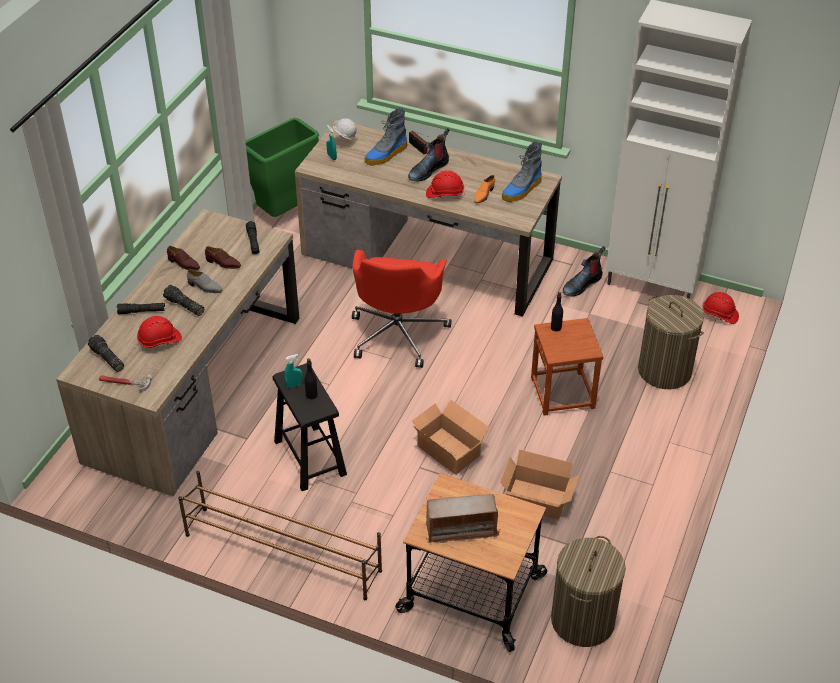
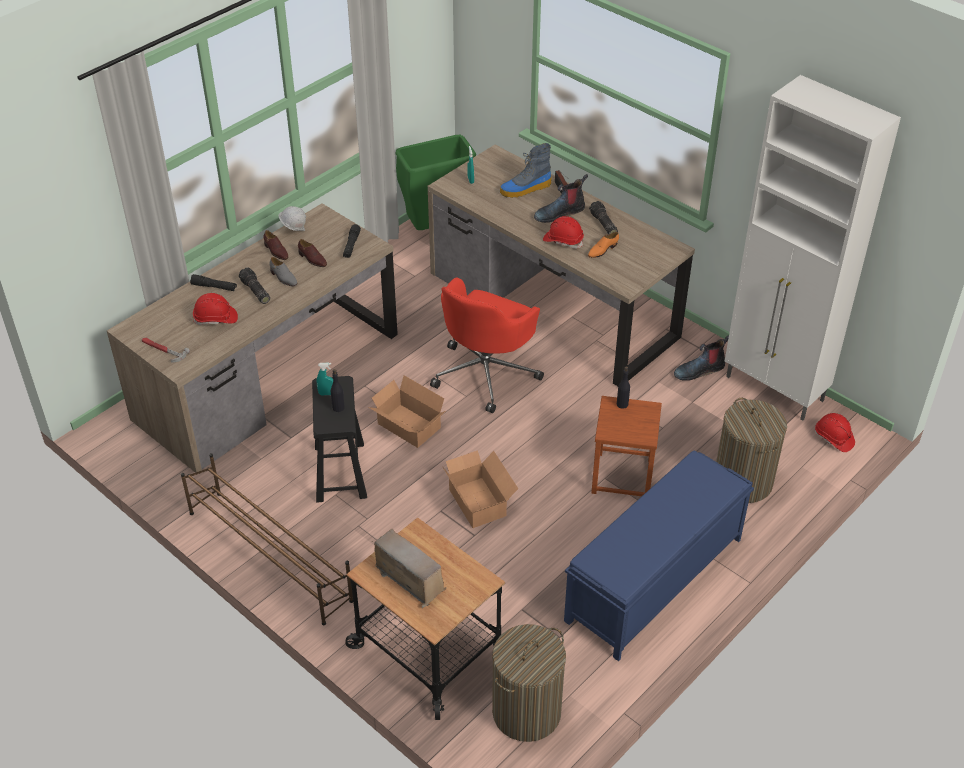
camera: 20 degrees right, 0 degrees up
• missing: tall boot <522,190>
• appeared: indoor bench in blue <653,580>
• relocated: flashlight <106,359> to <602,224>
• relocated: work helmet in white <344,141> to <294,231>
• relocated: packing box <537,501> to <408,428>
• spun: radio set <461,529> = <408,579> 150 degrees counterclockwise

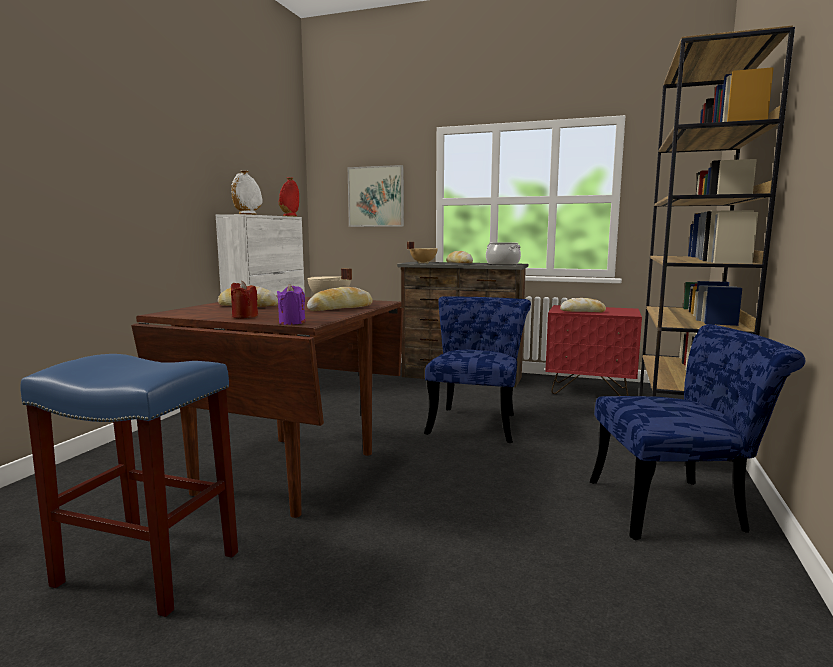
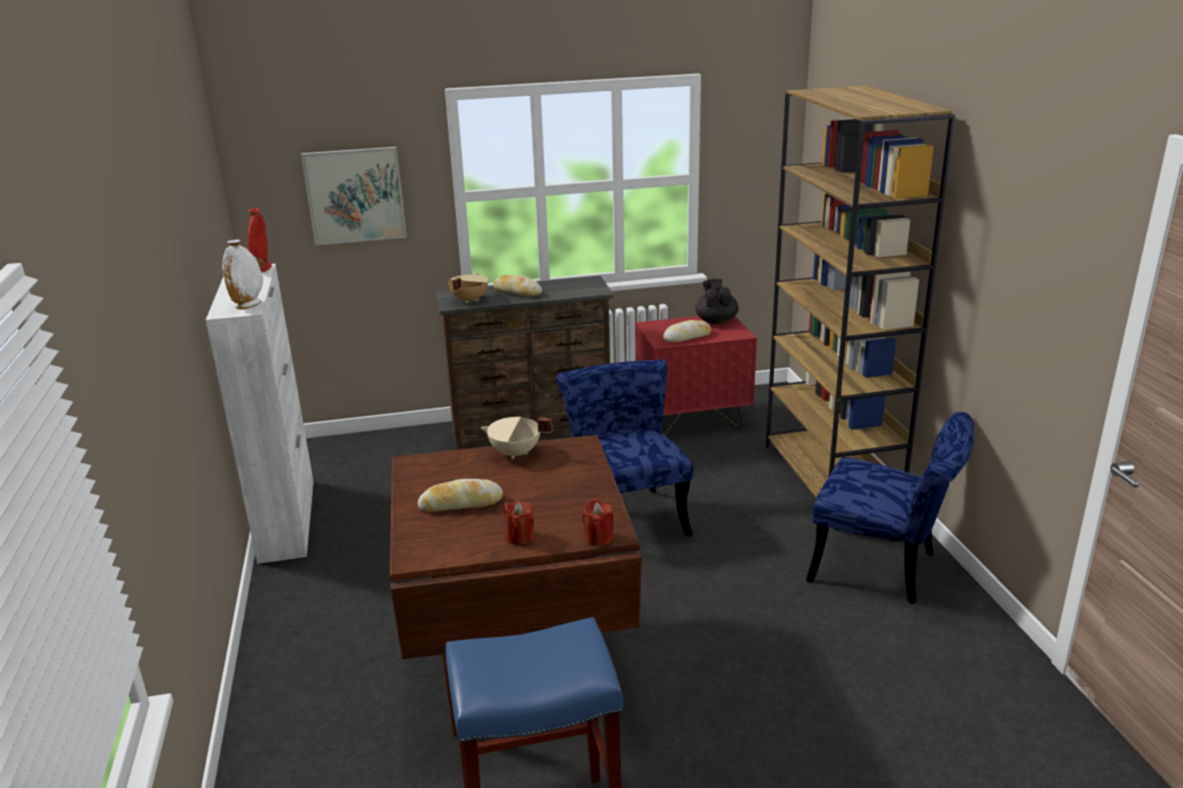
camera: 30 degrees left, 15 degrees up
• missing: bread <340,308>
• missing: stockpot <502,264>
• appeared: tea pot in black-coloured <716,321>
• colour: wax light in purple <292,322> to wax light in red <598,538>
• spun: upright chair in blue <678,507> = <884,569> 60 degrees clockwise

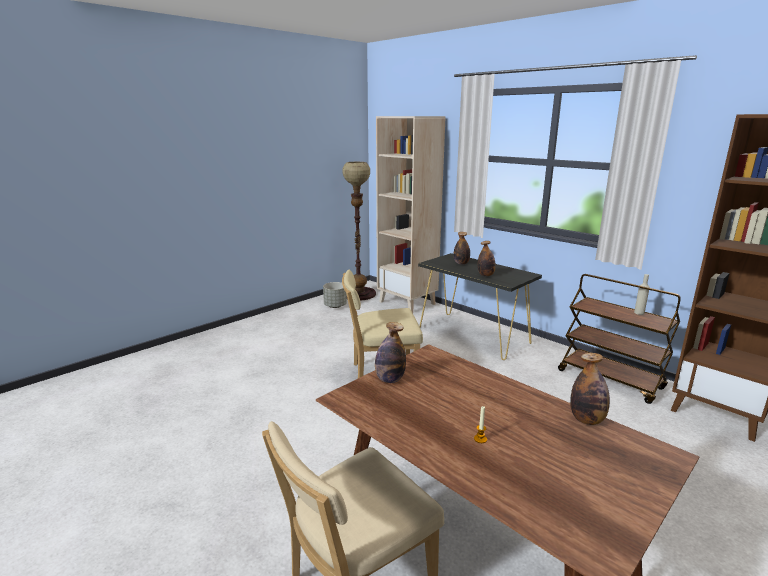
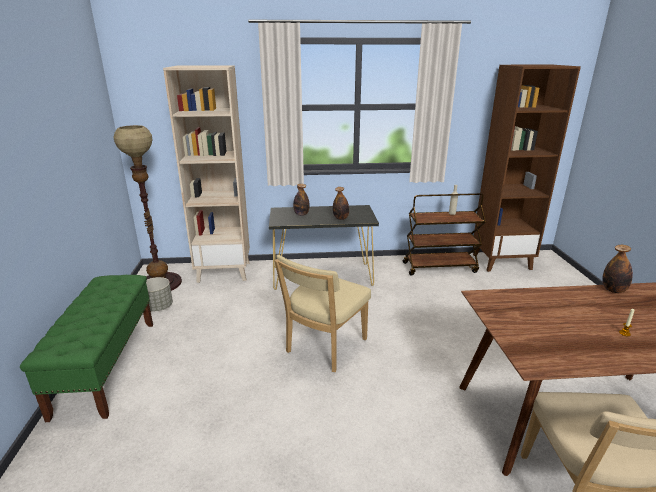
camera: 50 degrees left, 5 degrees up
• missing: beverage bottle <389,379>
• appeared: indoor bench in greenish <107,365>

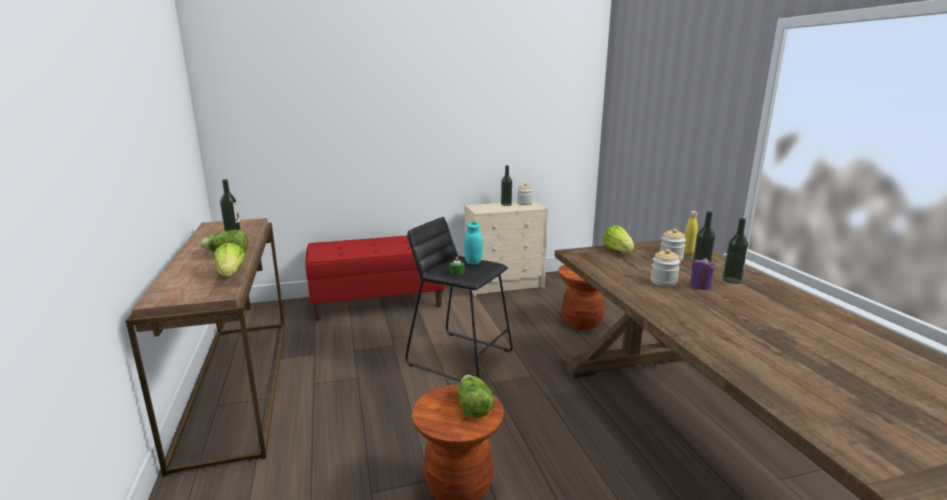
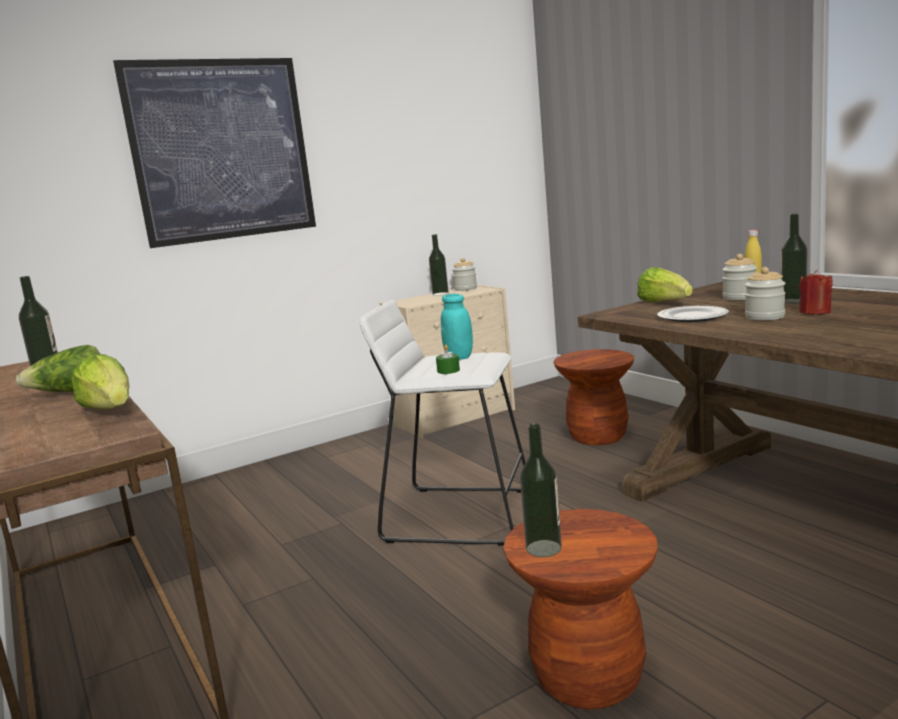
camera: 15 degrees left, 5 degrees down
• missing: indoor bench in red <378,302>
• missing: head of lettuce <473,407>
• appeared: wall picture <222,150>
• appeared: plate <693,317>
• relocated: beverage bottle <732,280> to <543,548>
• colour: stool in black-coloured <460,357> to stool in white <459,514>
• colour: wax light in purple <700,286> to wax light in red <815,312>

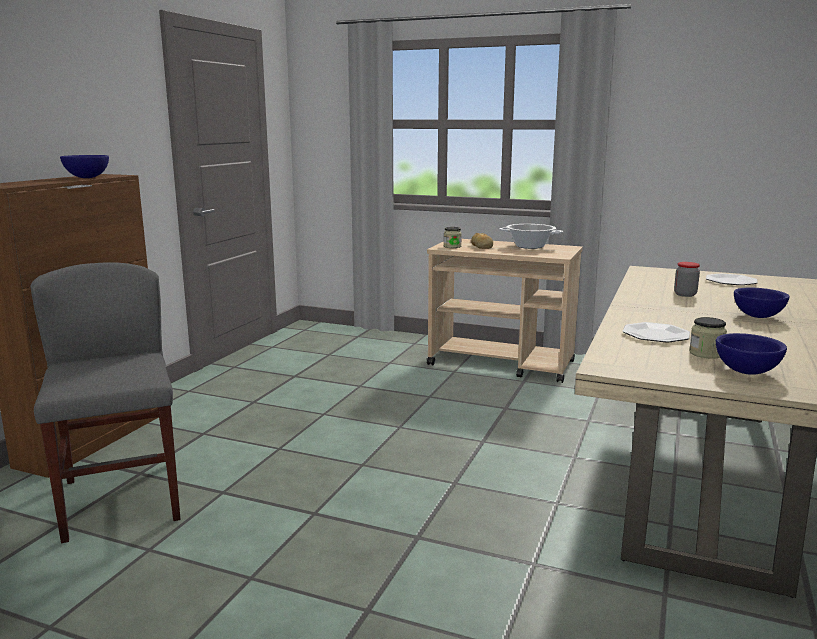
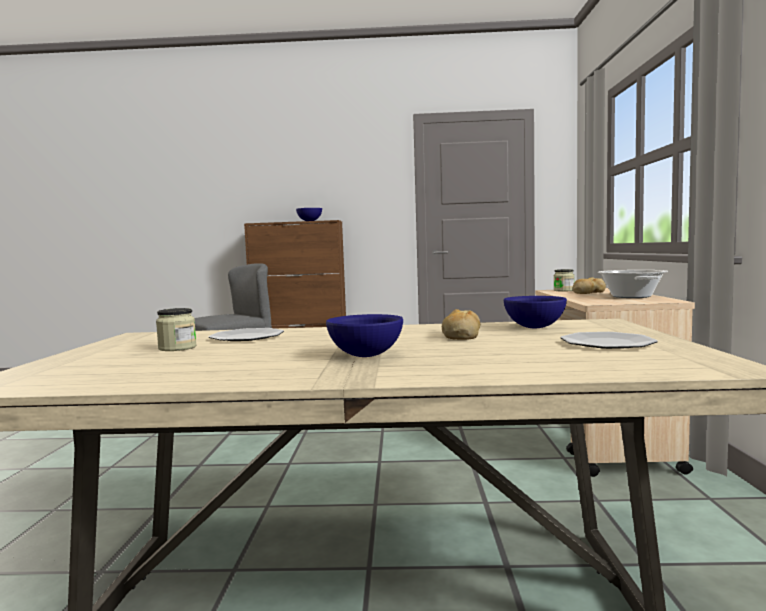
camera: 70 degrees right, 10 degrees down
• relocated: serving bowl in blue <745,372> to <533,327>
• exchanged: jar <685,294> to bread <461,335>

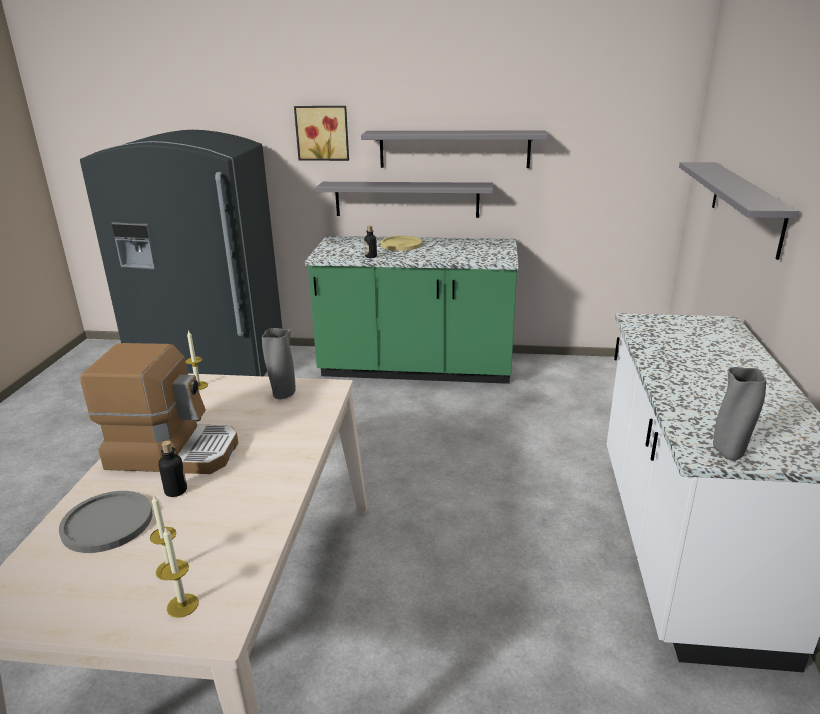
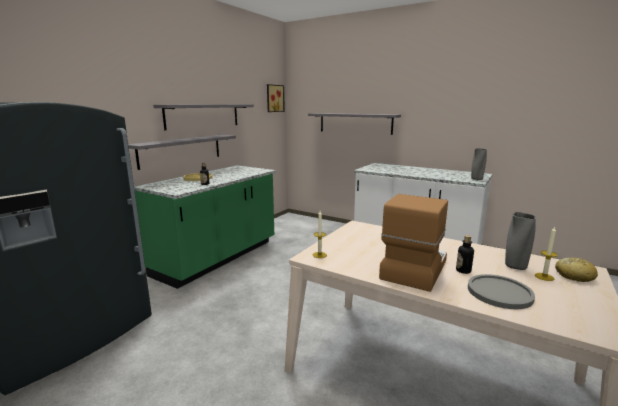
camera: 65 degrees left, 10 degrees down
• relocated: vase in grey <283,394> to <515,267>
• relocated: wall picture <322,133> to <274,98>
• exchanged: wax light <182,605> to bread <573,276>

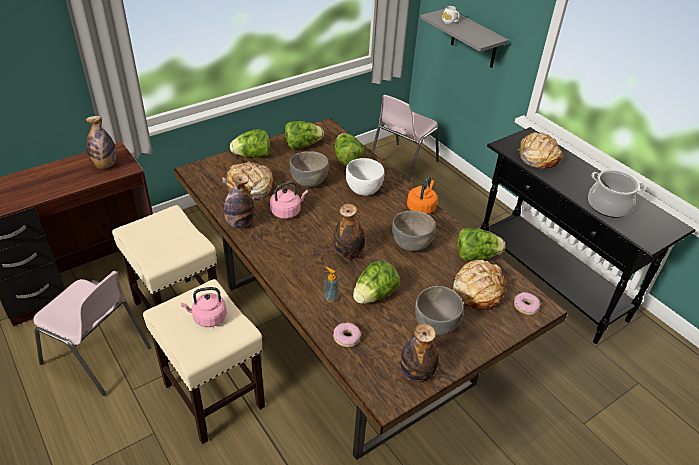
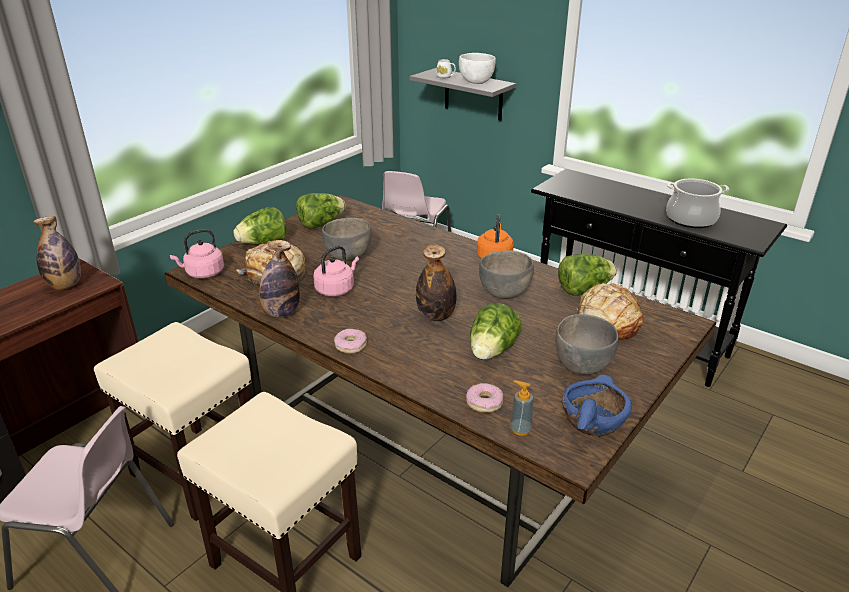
camera: 15 degrees left, 10 degrees down
• missing: head of lettuce <346,159>
• missing: bread <537,157>
• relocated: tea kettle in pink <208,318> to <203,273>
• relocated: liquid soap bottle <331,298> to <520,429>
• relocated: serving bowl in white <363,190> to <476,82>
• relocated: donut <526,306> to <351,345>
• exchanged: beverage bottle <416,374> to serving bowl in blue <592,421>

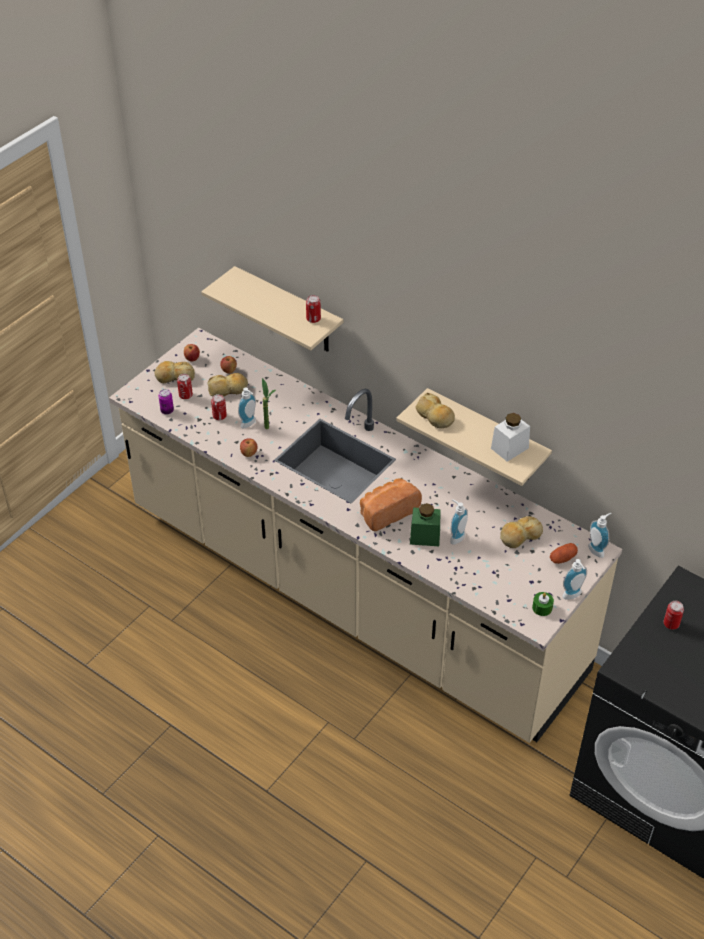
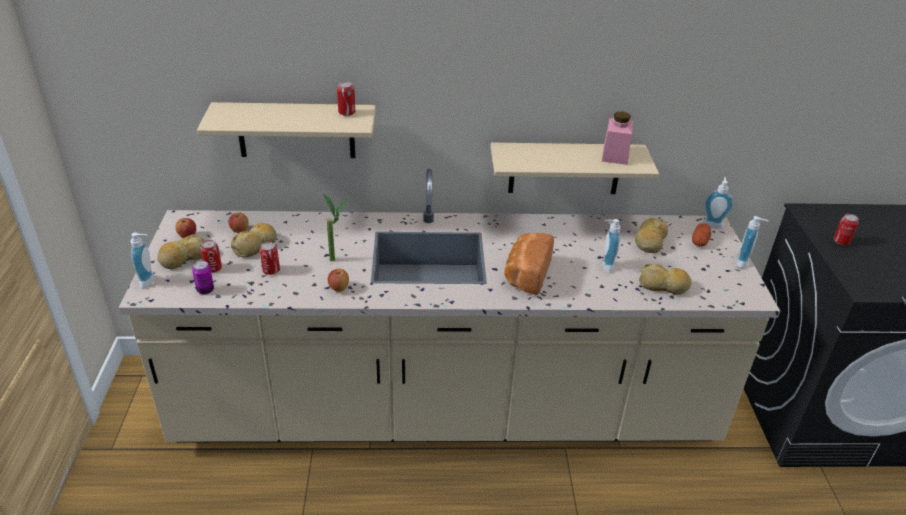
camera: 40 degrees left, 10 degrees down
• missing: jar in greenish <425,536>
• missing: wax light in greenish <542,608>
• relocated: liquid soap bottle <250,424> to <150,282>
• relocated: bread <435,416> to <664,286>
• colour: jar in white <509,448> to jar in pink <615,155>

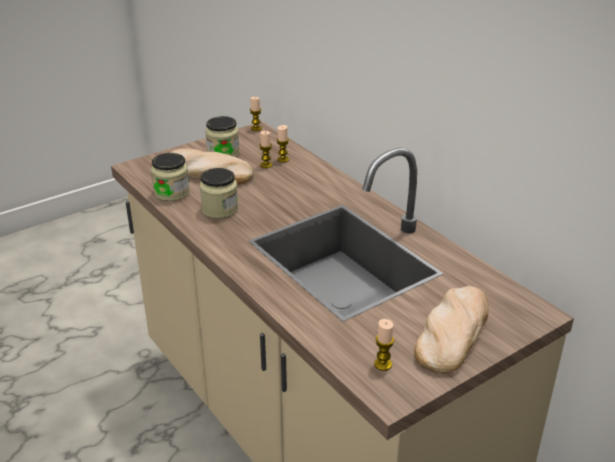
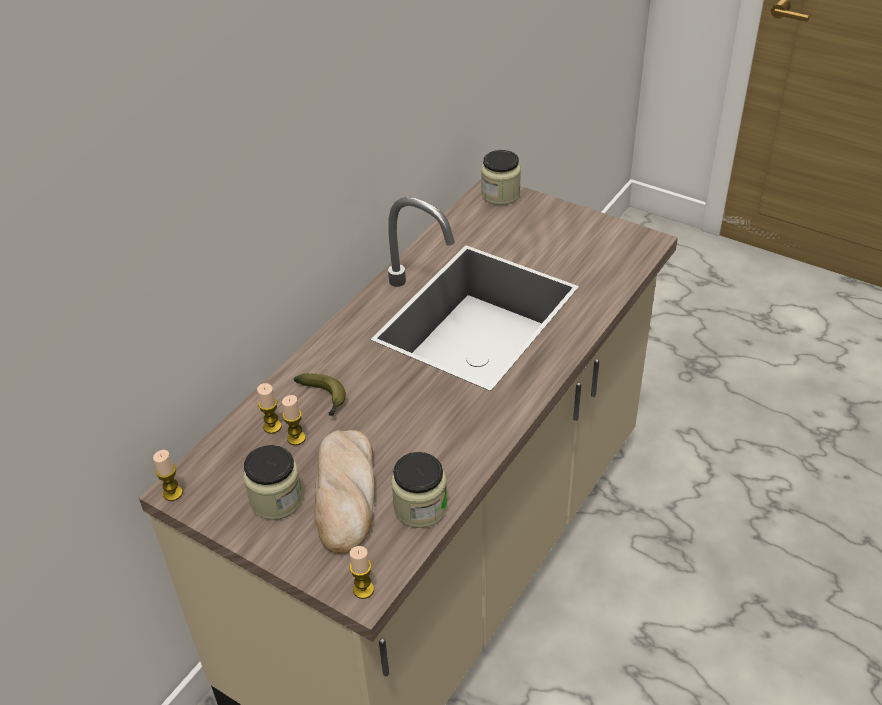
camera: 110 degrees left, 10 degrees up
• missing: bread <452,332>
• appeared: banana <324,398>
• relocated: jar <220,209> to <500,194>
• relocated: wax light <383,364> to <363,590>

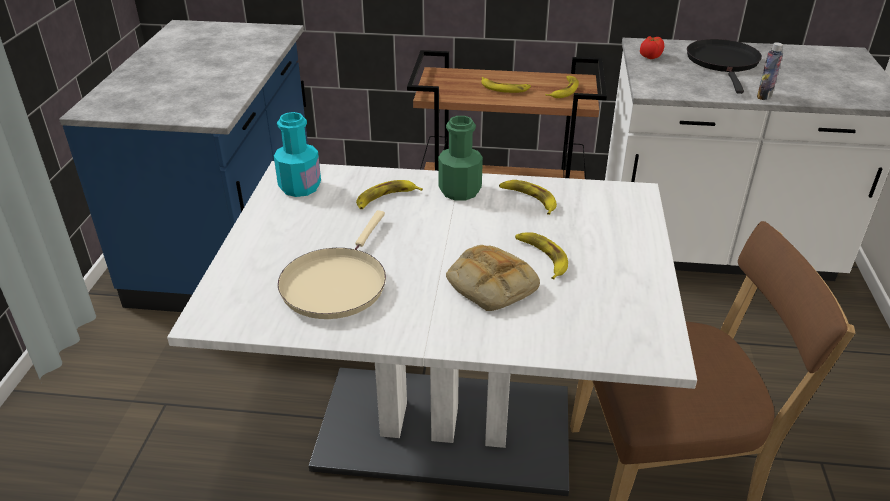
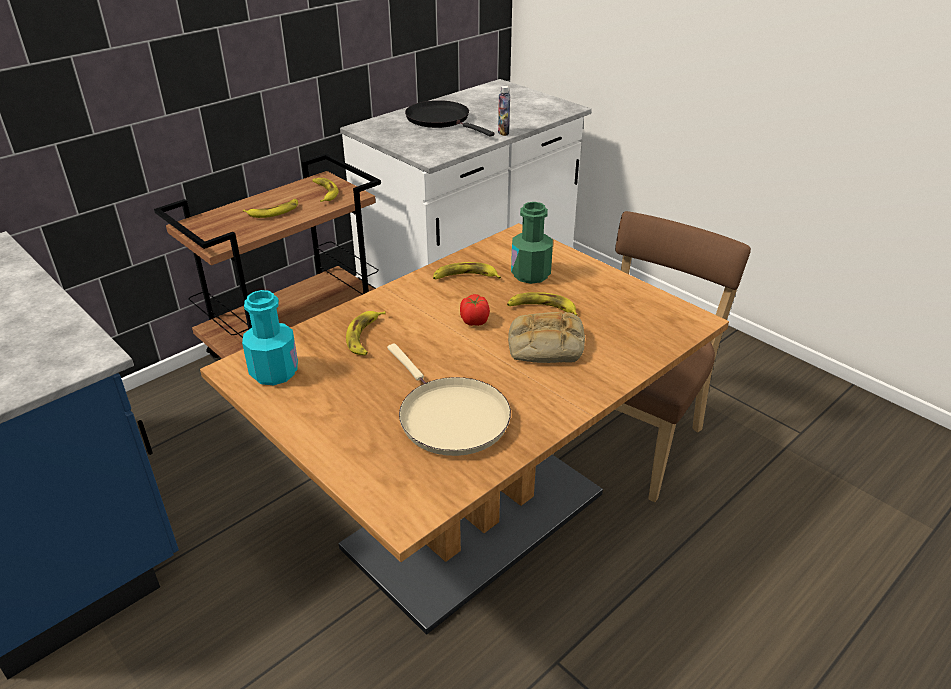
camera: 50 degrees left, 0 degrees up
• relocated: beverage bottle in greenish <460,191> to <530,274>
• relocated: tomato <650,57> to <474,321>
• colour: dining table in white <444,429> to dining table in brown-coloured <475,520>

